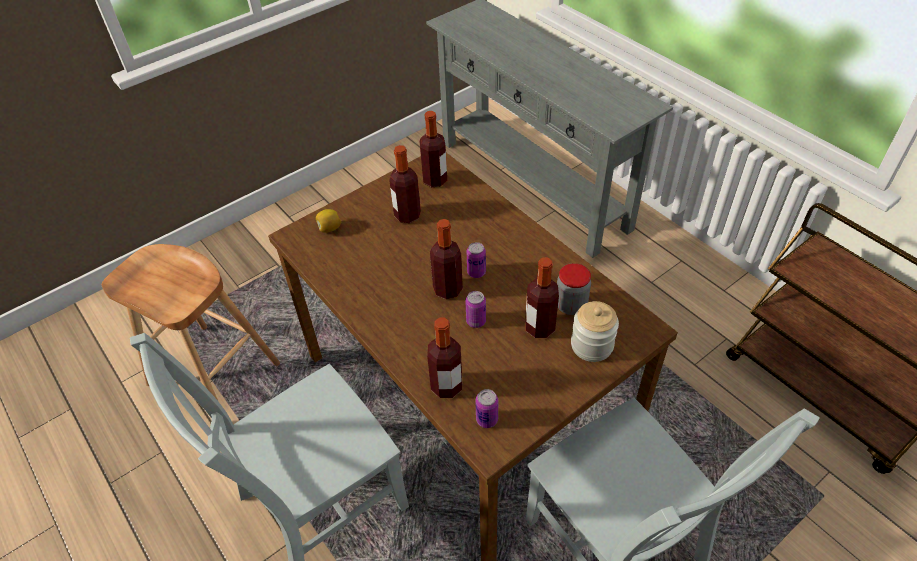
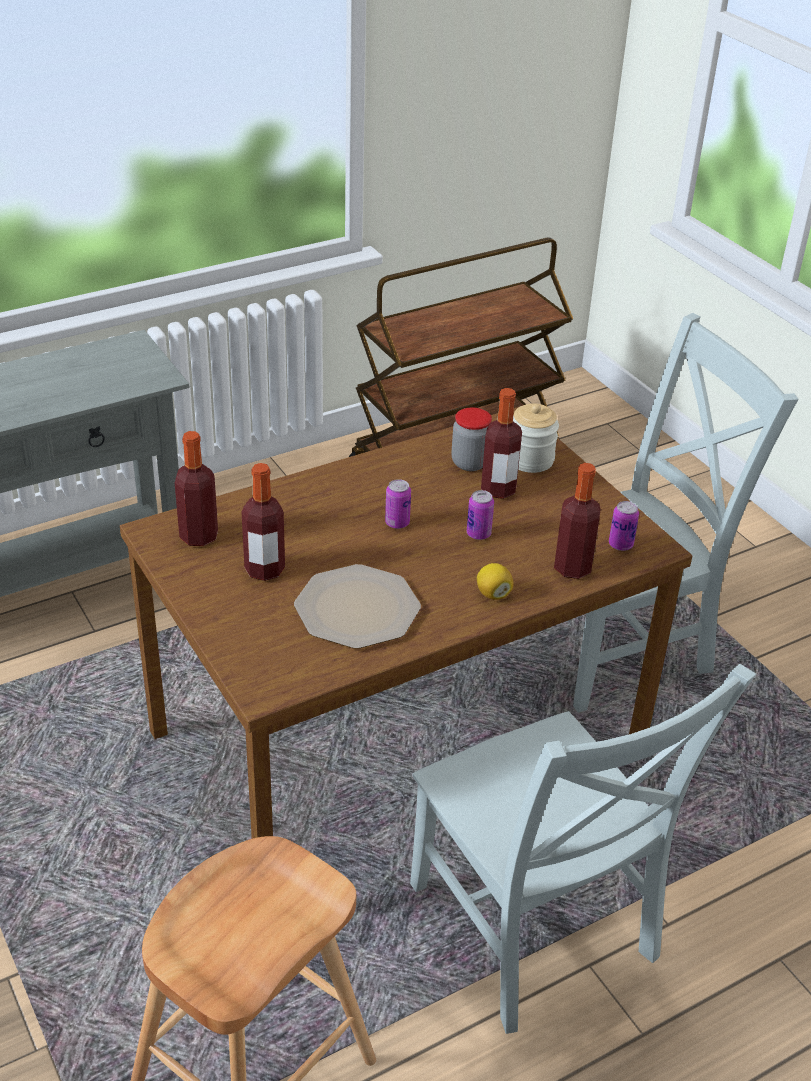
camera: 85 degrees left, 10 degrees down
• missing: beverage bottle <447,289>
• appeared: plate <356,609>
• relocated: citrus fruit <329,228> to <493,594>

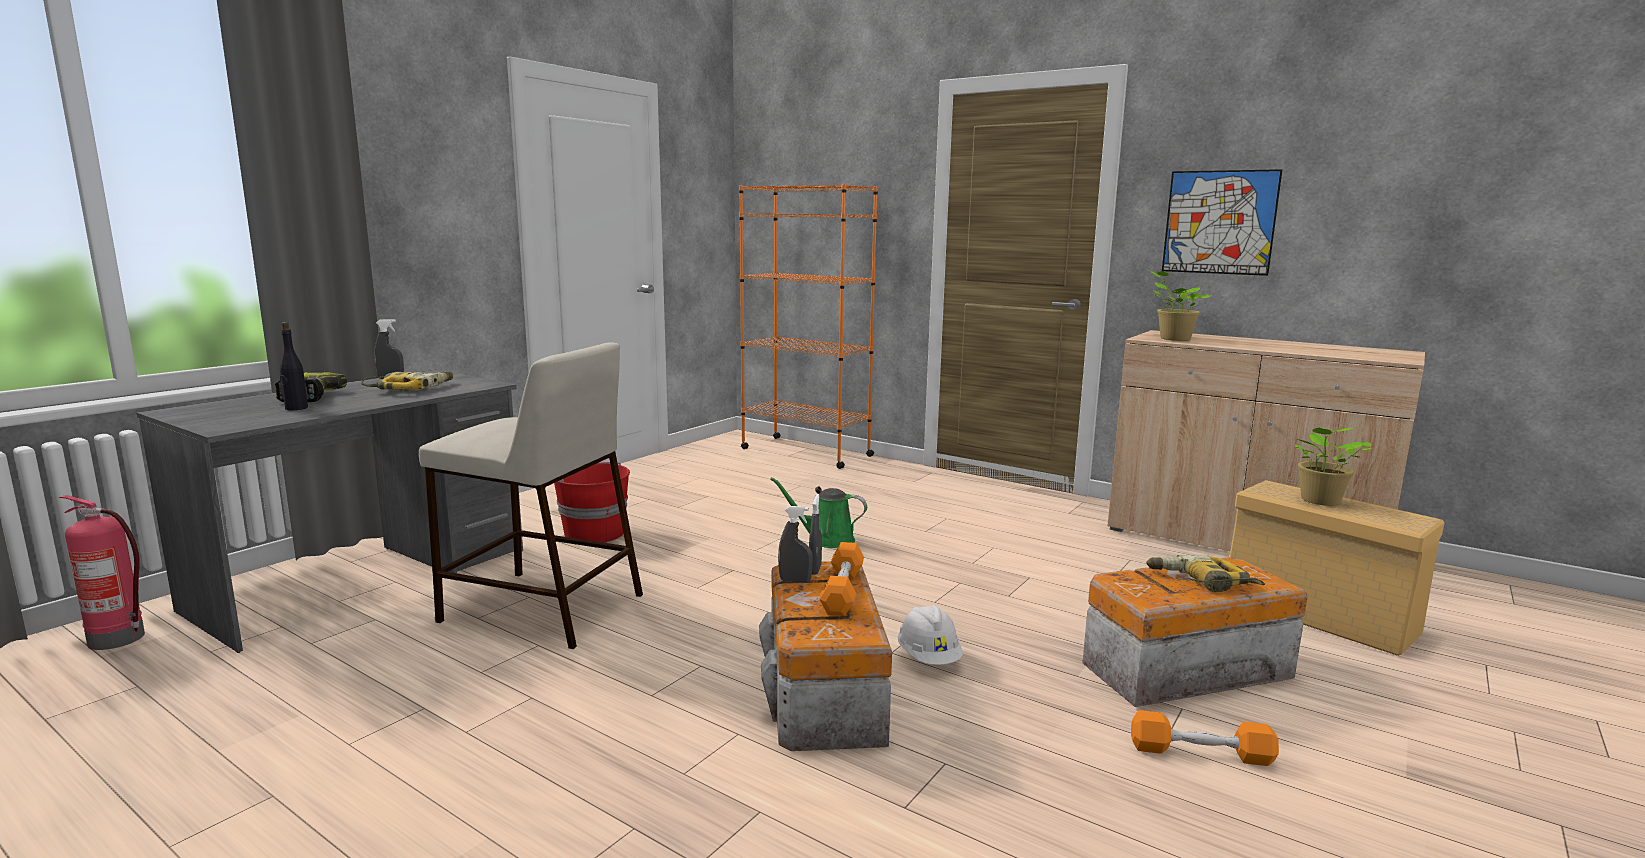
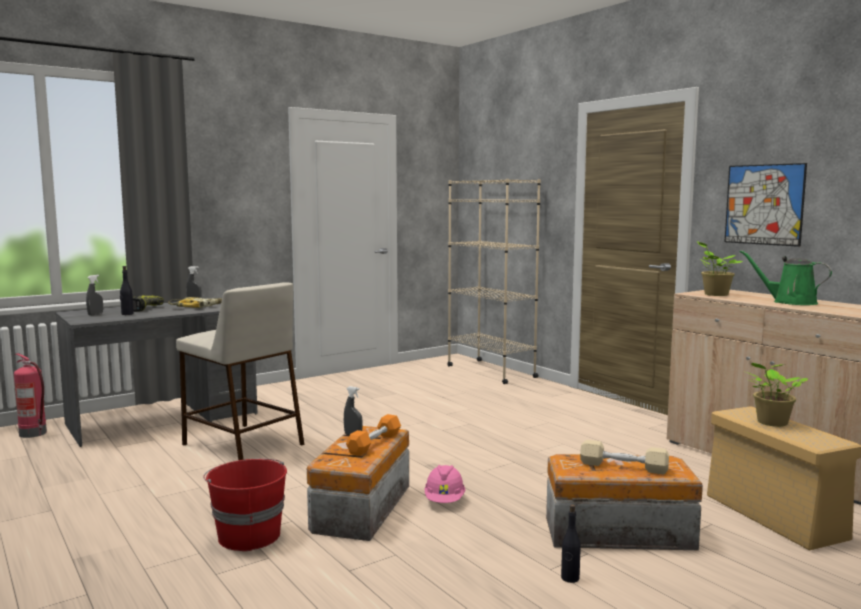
camera: 20 degrees right, 5 degrees down
• relocated: bucket in red <593,533> to <248,535>
• relocated: watering pot in greenish <826,539> to <790,302>
• relocated: sprayer in grey <815,570> to <95,314>
• exchanged: free weight in orange-coloured <1200,753> to beverage bottle in black-coloured <570,578>
• exchanged: electric drill <1201,582> to free weight in sand-coloured <623,467>
• colour: shelving unit in orange-coloured <805,452> to shelving unit in sand-coloured <490,371>
• colour: work helmet in white <929,658> to work helmet in pink <444,501>

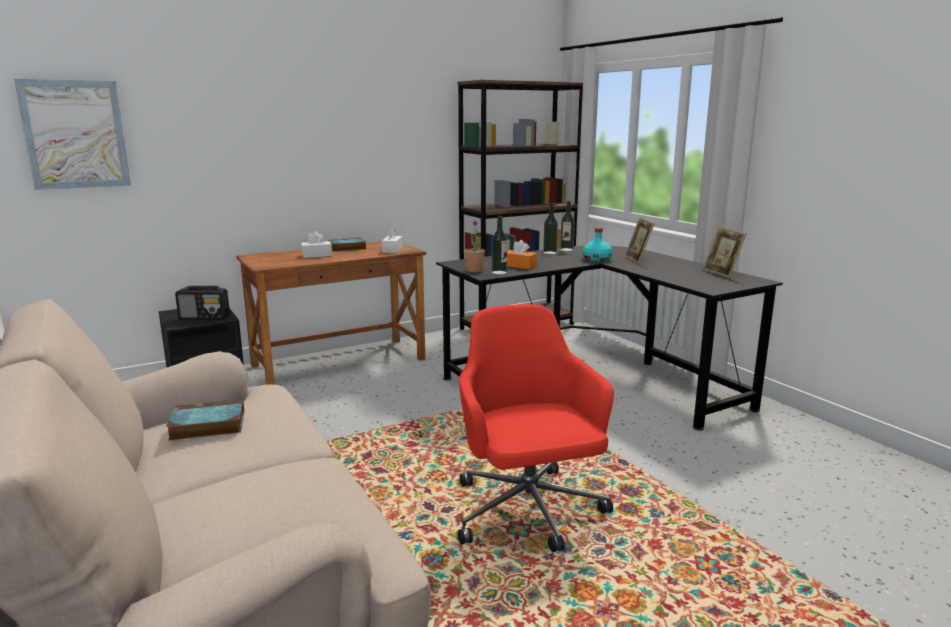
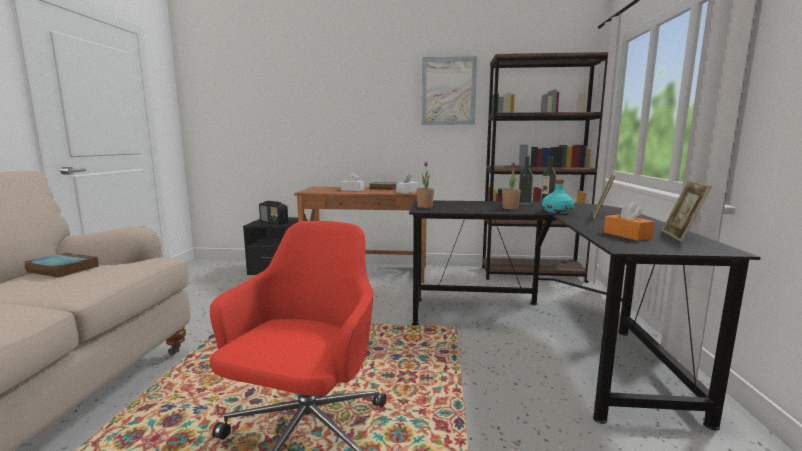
camera: 35 degrees right, 5 degrees down
• missing: beverage bottle <499,272>
• appeared: plant in a pot <510,208>
• relocated: wall picture <75,134> to <448,91>
• relocated: box of tissues in orange-coloured <519,266> to <627,235>

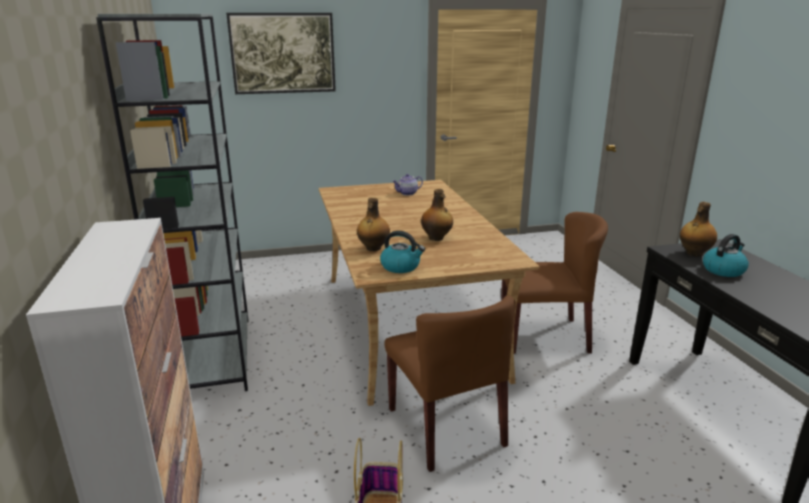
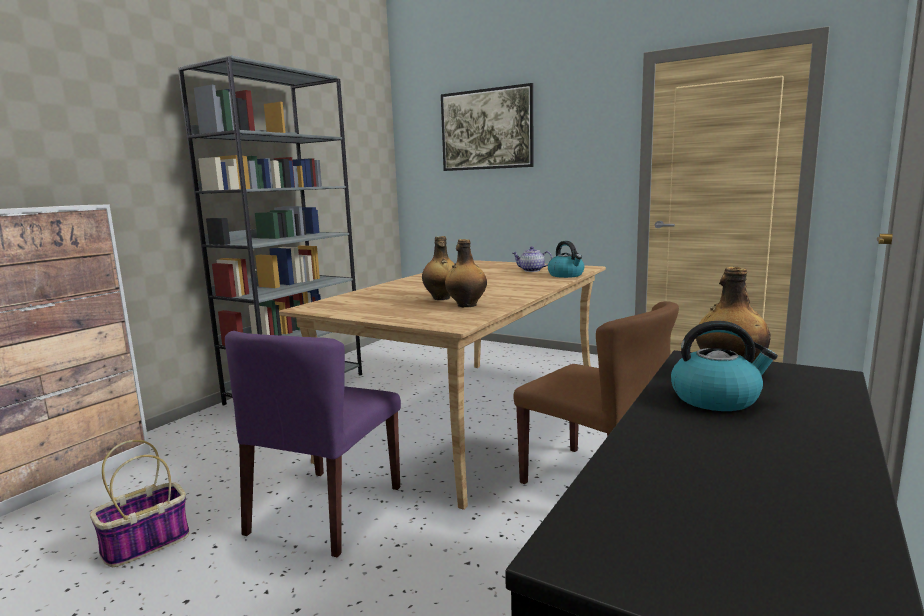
camera: 45 degrees right, 10 degrees down
• relocated: beverage bottle <373,248> to <466,305>
• relocated: tea kettle <401,267> to <566,275>
• colour: upright chair in brown-coloured <446,427> to upright chair in purple <326,510>

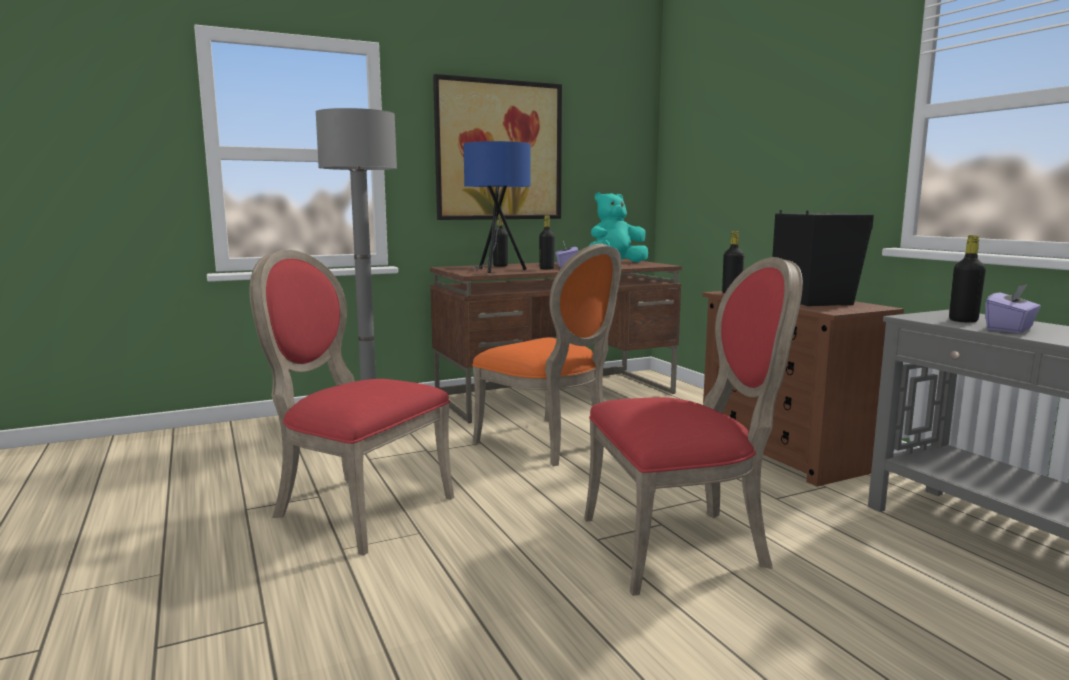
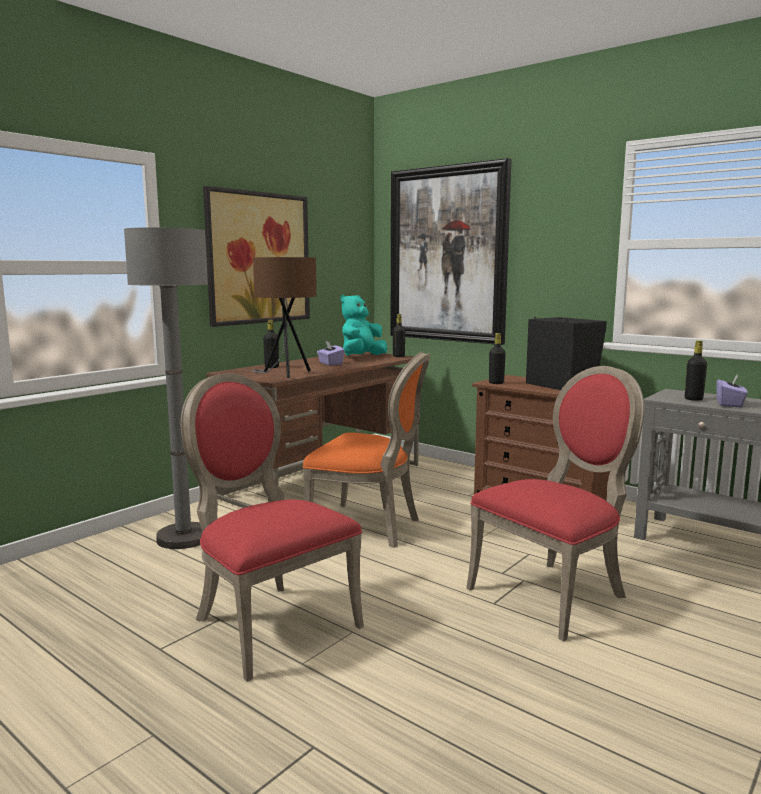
camera: 25 degrees left, 0 degrees up
• appeared: wall picture <447,254>
• relocated: beverage bottle in black-coloured <546,269> to <398,356>
• colour: tabletop lamp in blue <496,271> to tabletop lamp in brown-coloured <285,374>
• spun: upright chair in red <355,508> = <269,623> 45 degrees clockwise

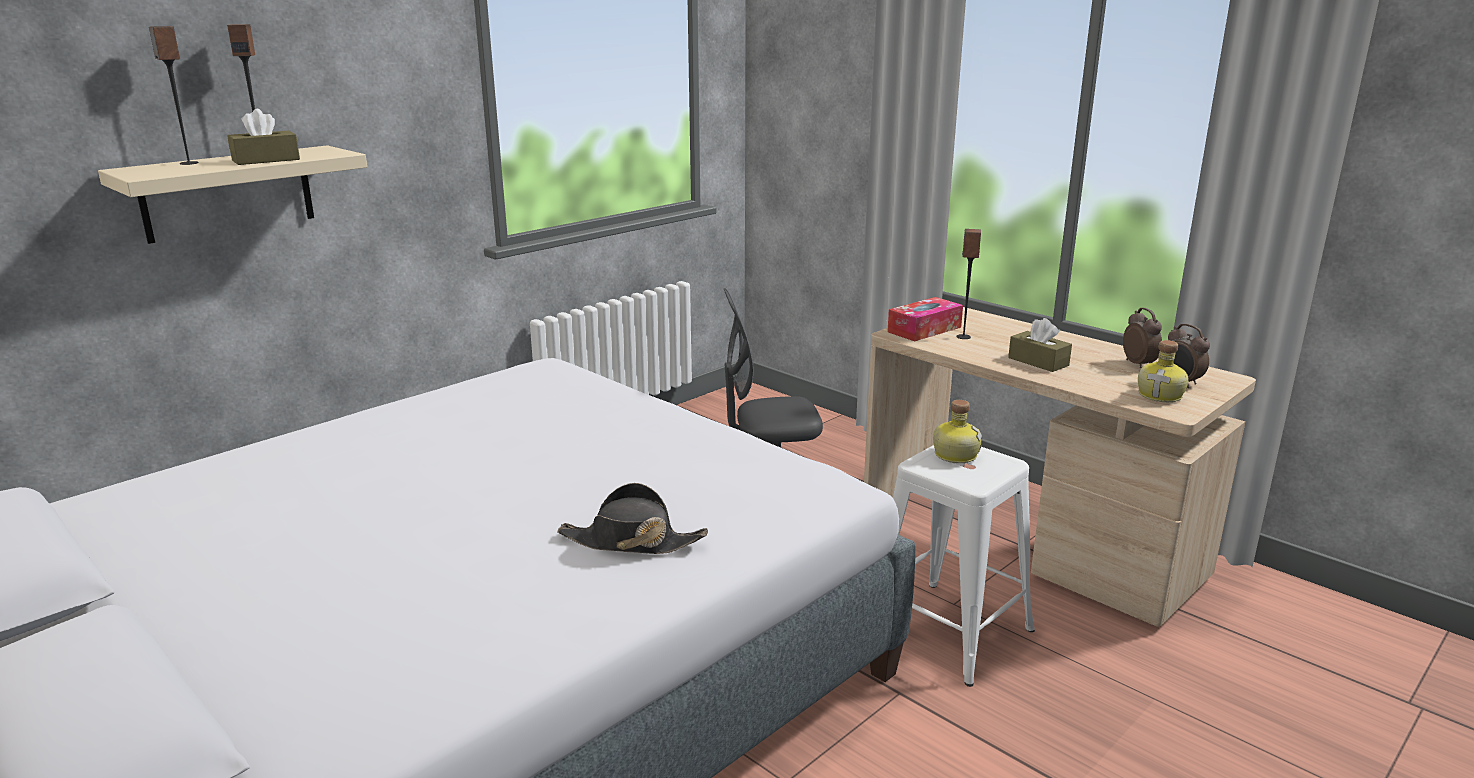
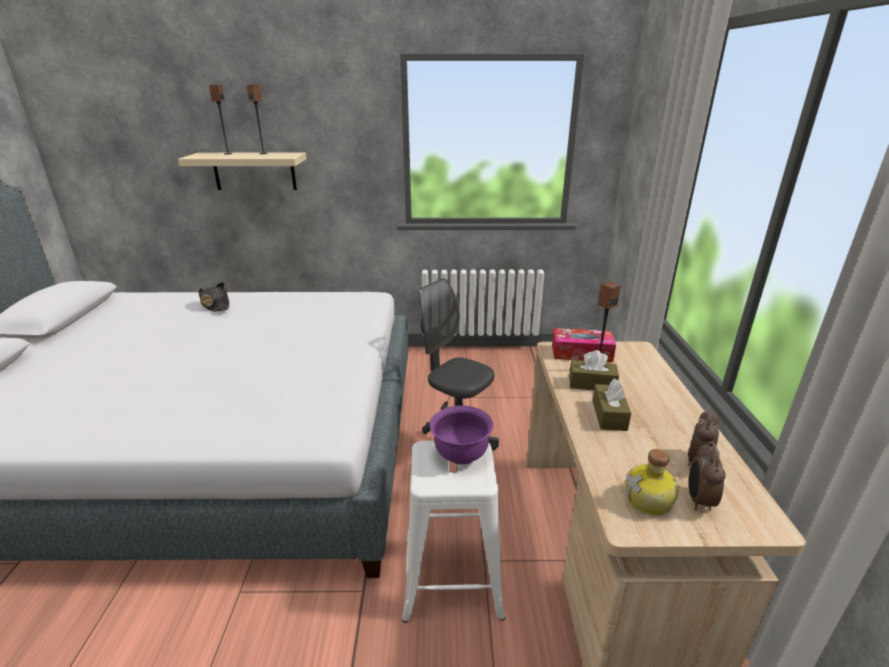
camera: 45 degrees right, 5 degrees up
• relocated: box of tissues in brown-coloured <266,160> to <592,384>
• relocated: clothing hat in black-coloured <631,541> to <215,304>
• exchanged: beverage bottle <954,454> to serving bowl in purple <460,454>

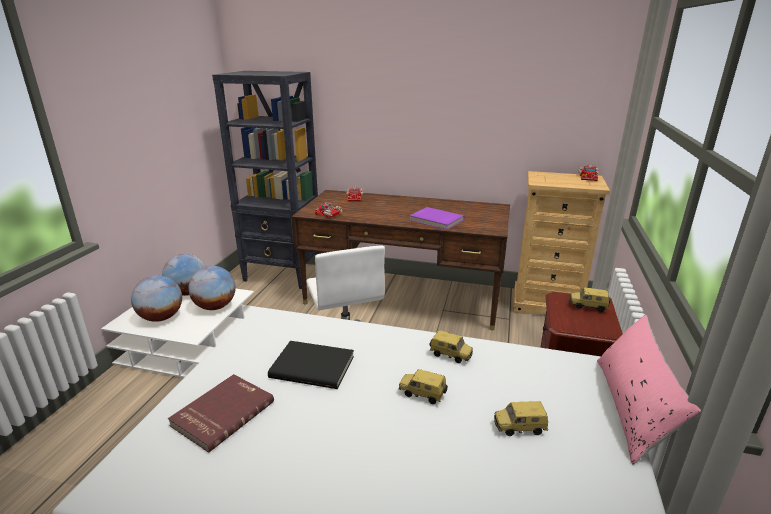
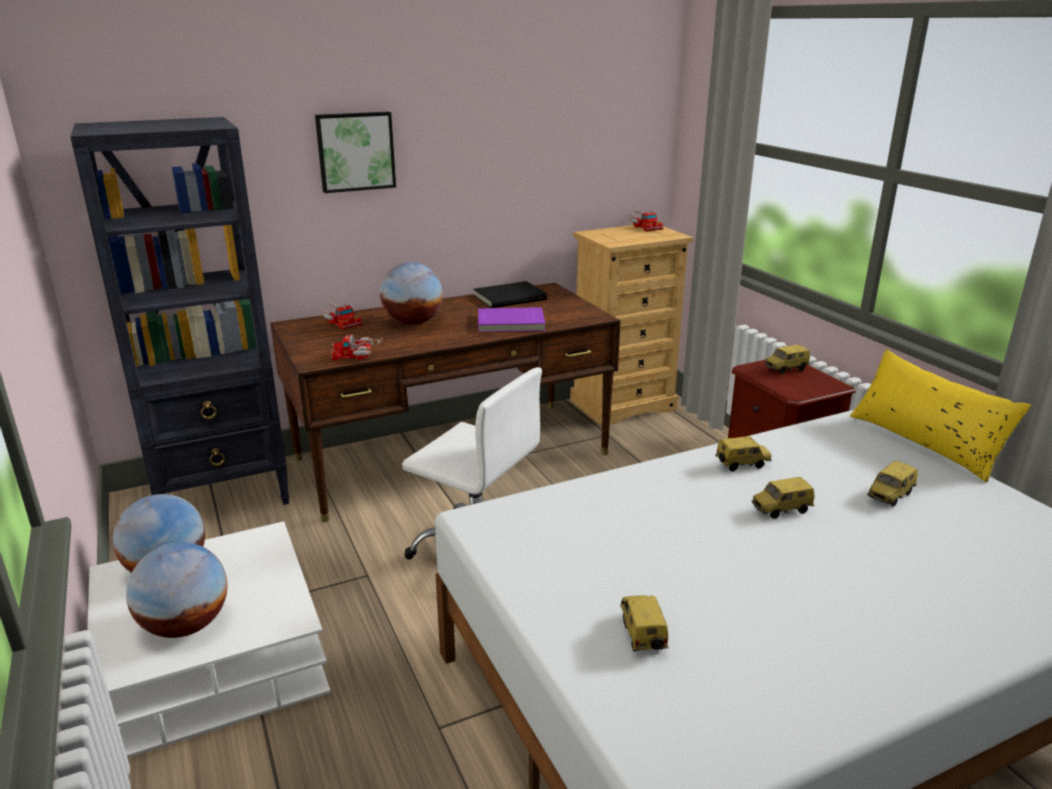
camera: 40 degrees left, 0 degrees up
• appeared: wall picture <355,151>
• relocated: globe <215,307> to <413,323>
• relocated: bound book in black-coloured <313,366> to <509,297>
• exchanged: bound book in red <222,413> to model car <640,634>
• colour: pillow in pink <632,408> to pillow in yellowish <925,442>

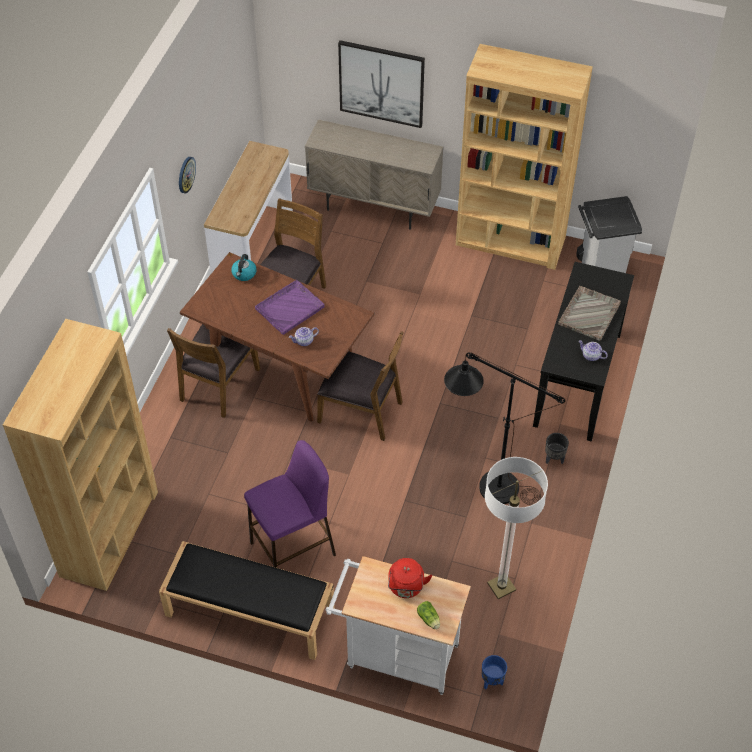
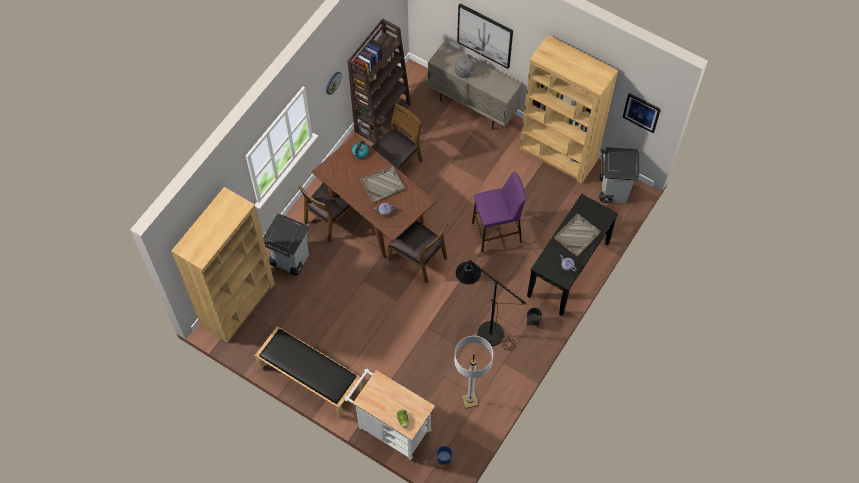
camera: 15 degrees right, 10 degrees up
• missing: tea kettle in red <406,587>
• appeared: waste bin in grey <289,260>
• appeared: tea kettle in grey <465,72>
• appeared: wall picture <641,112>
• relocated: stool in purple <293,548> to <497,232>
• exchanged: narrow table <253,245> to shelving unit in brown-coloured <382,117>
• colour: serving tray in purple <290,307> to serving tray in grey <383,185>

